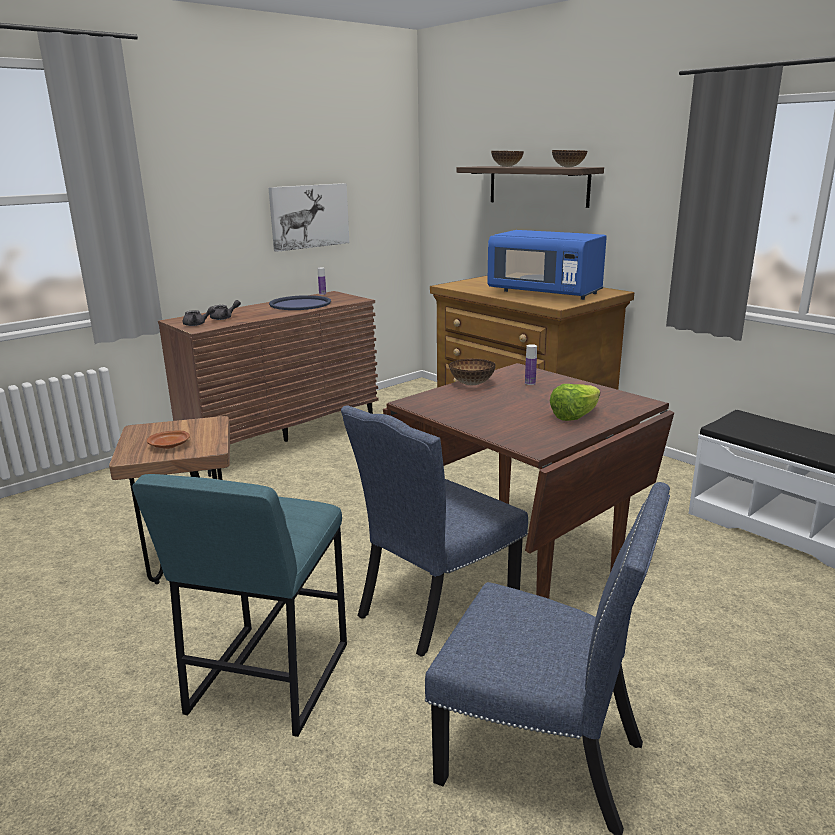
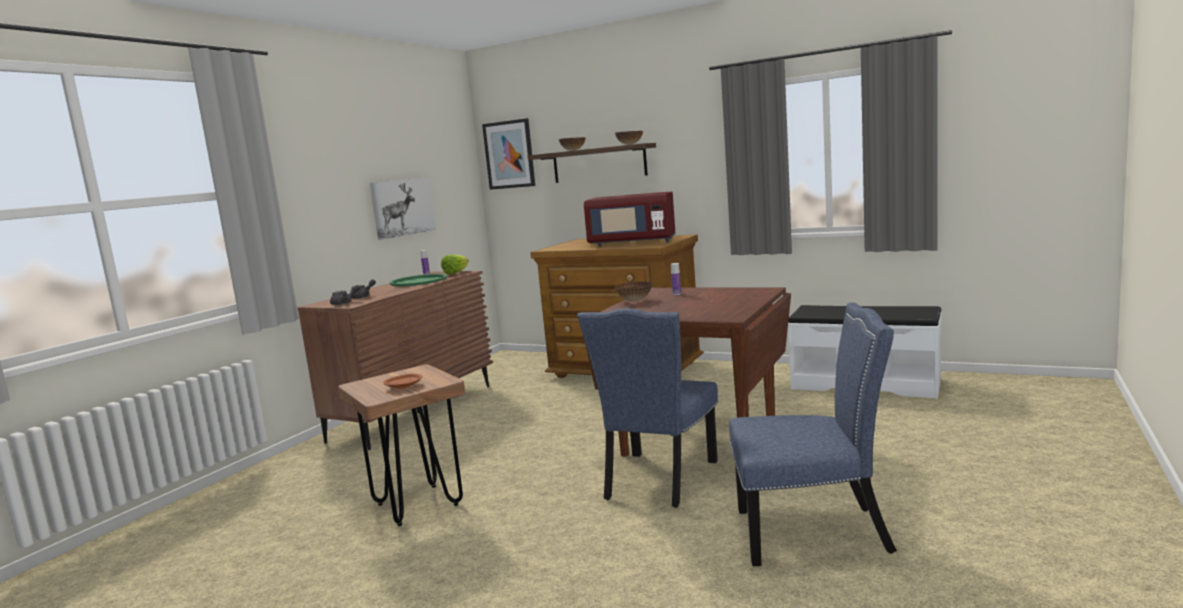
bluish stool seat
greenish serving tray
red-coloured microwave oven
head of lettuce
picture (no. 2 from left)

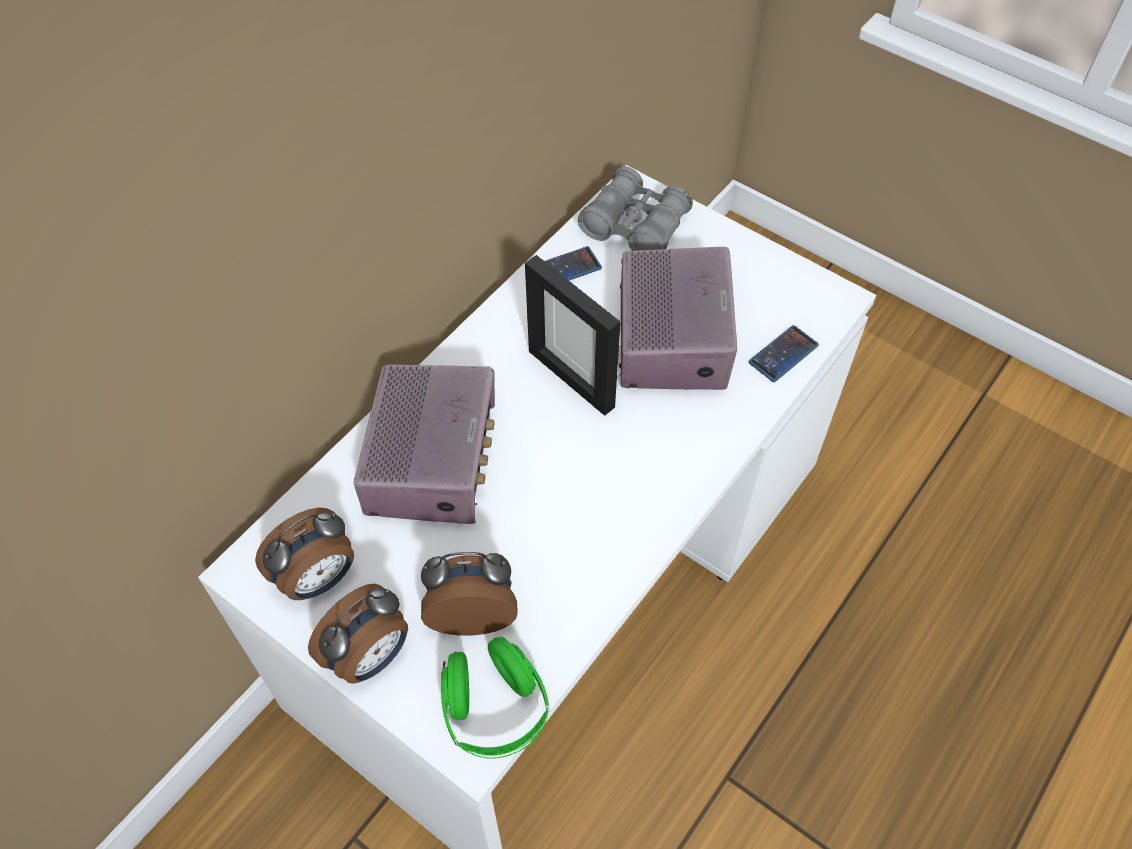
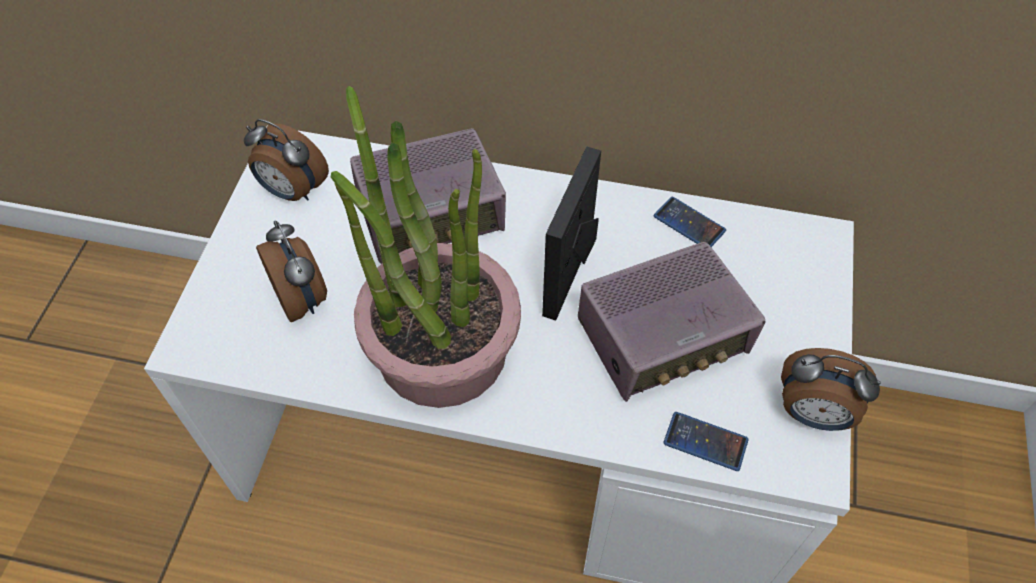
bedside clock (no. 3 from left)
greenish headphones
greyish field glasses
plant in a pot

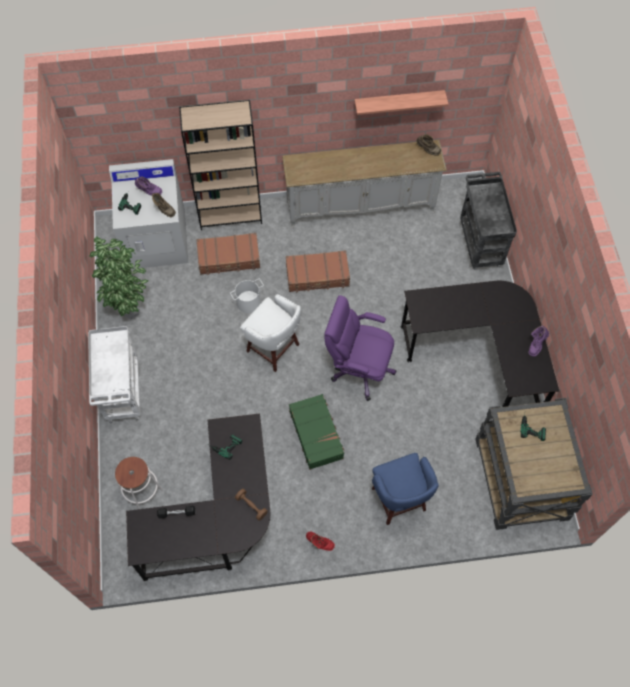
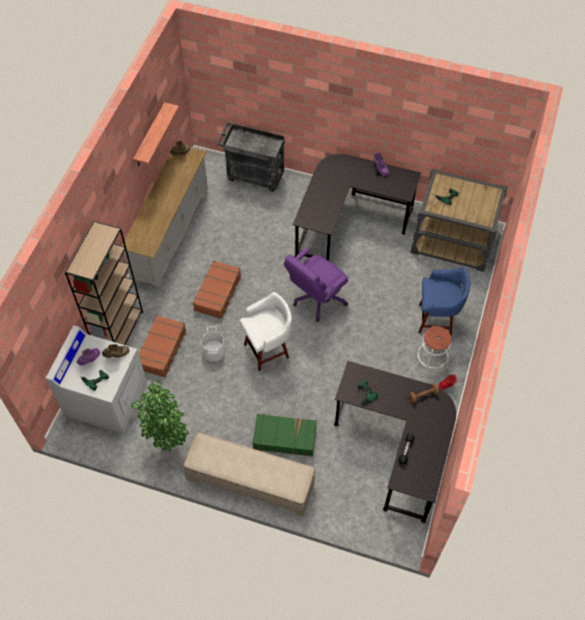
beige long seat
whitish stool seat (no. 2 from left)
greenish travel case

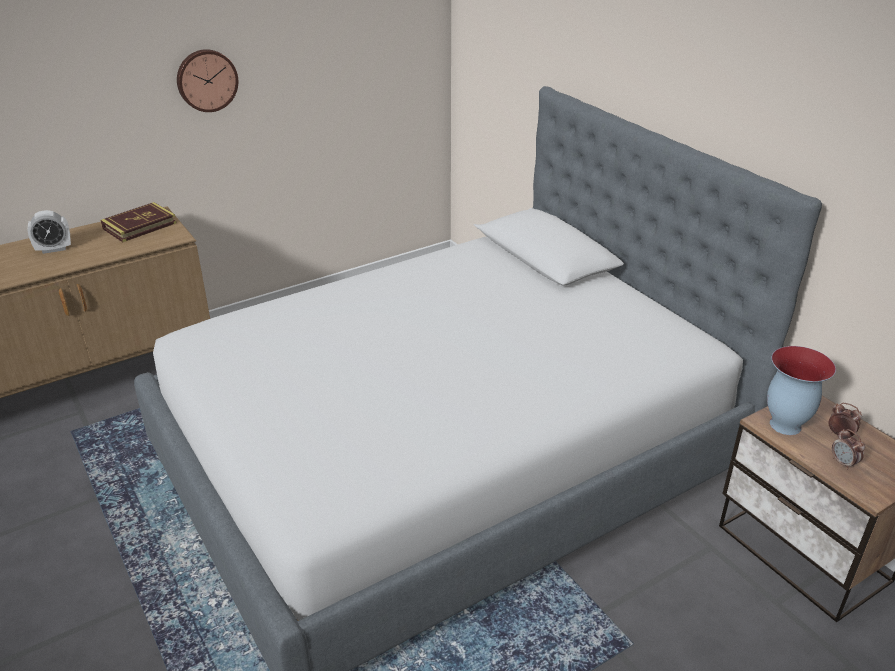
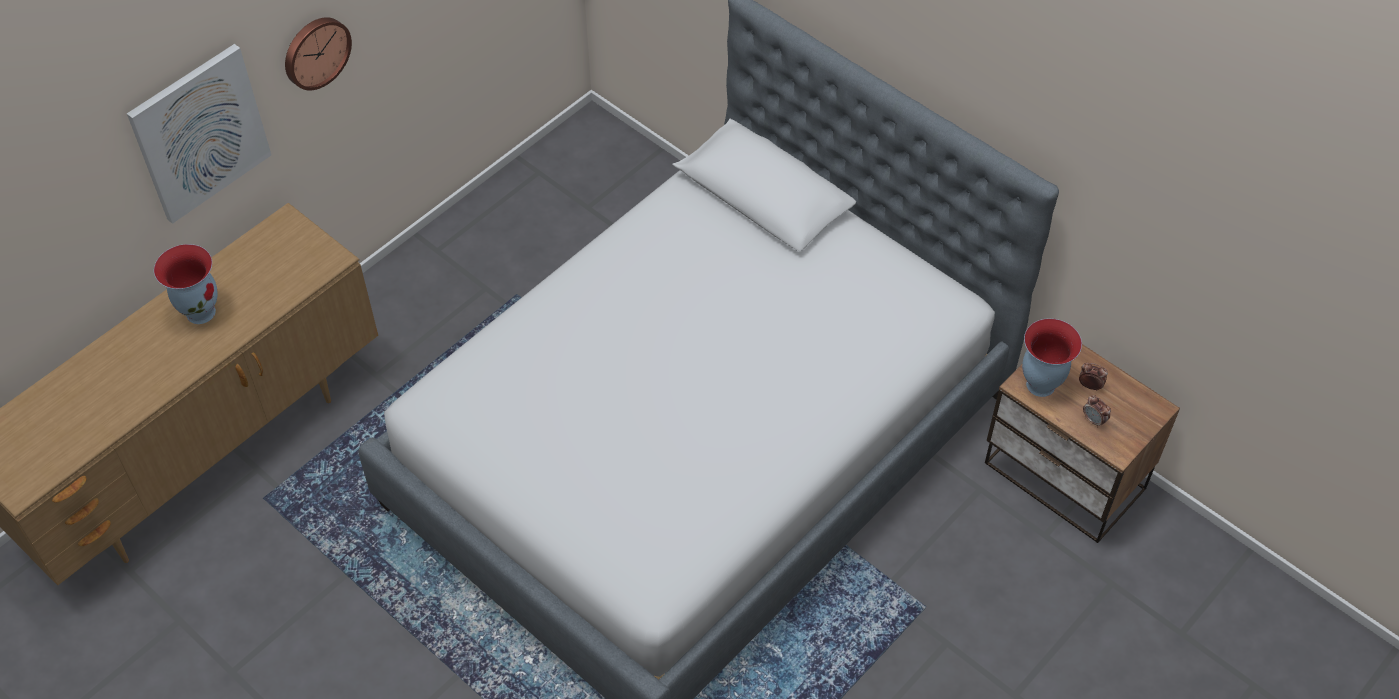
flower vase (no. 1 from left)
book
picture

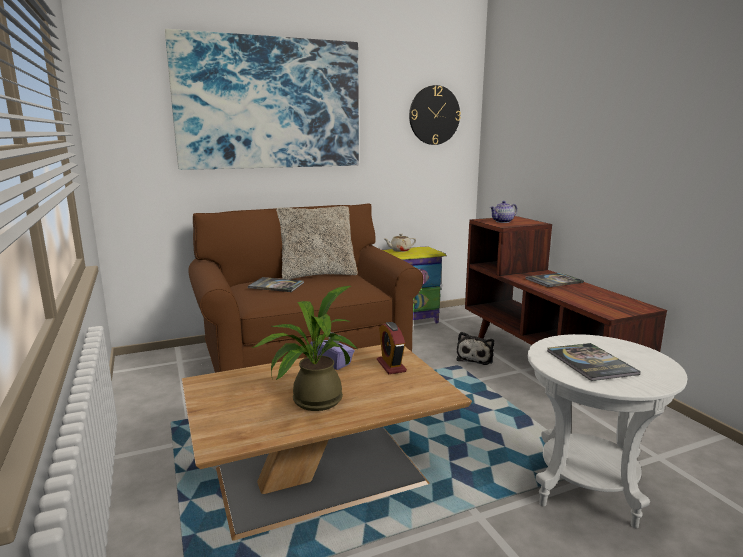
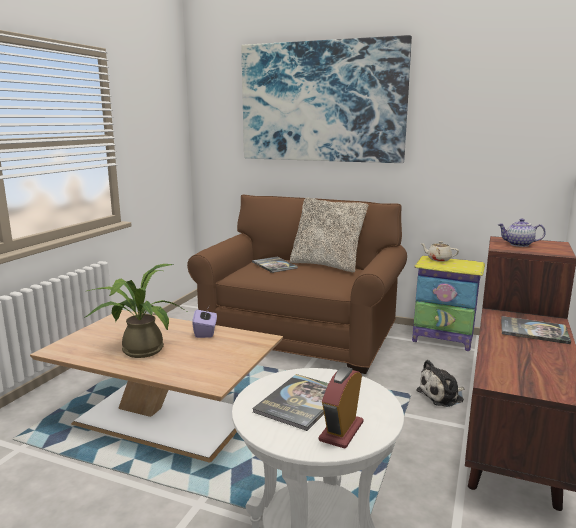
bedside clock
wall clock

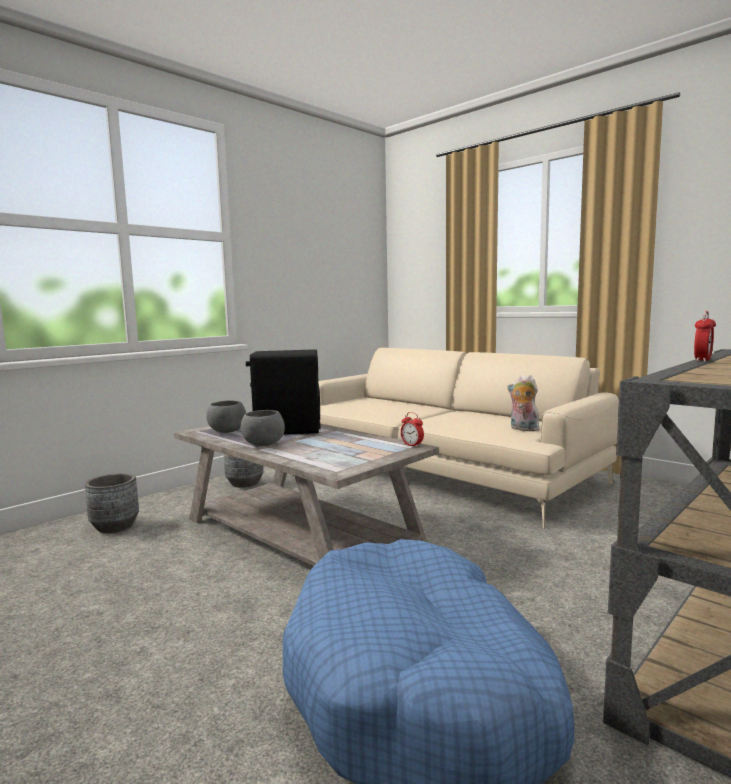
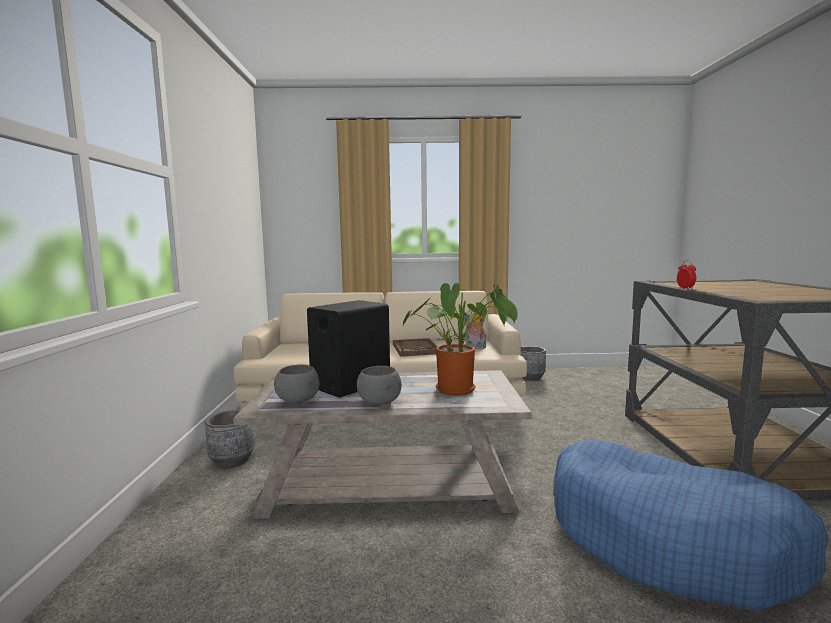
greyish plant pot (no. 2 from left)
bedside clock (no. 1 from left in the first image)
brownish serving tray
plant in a pot

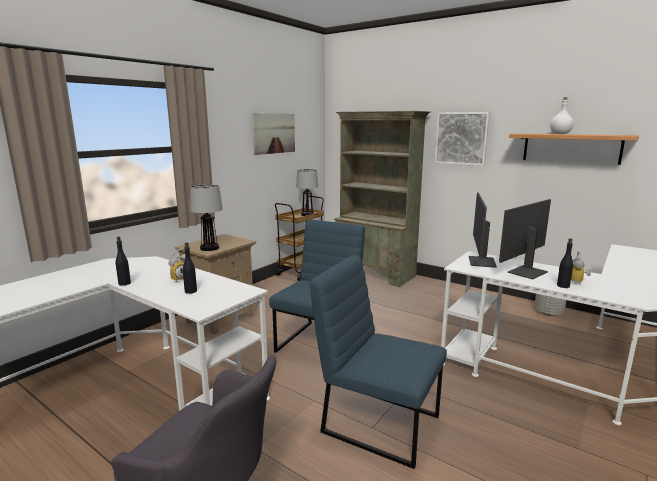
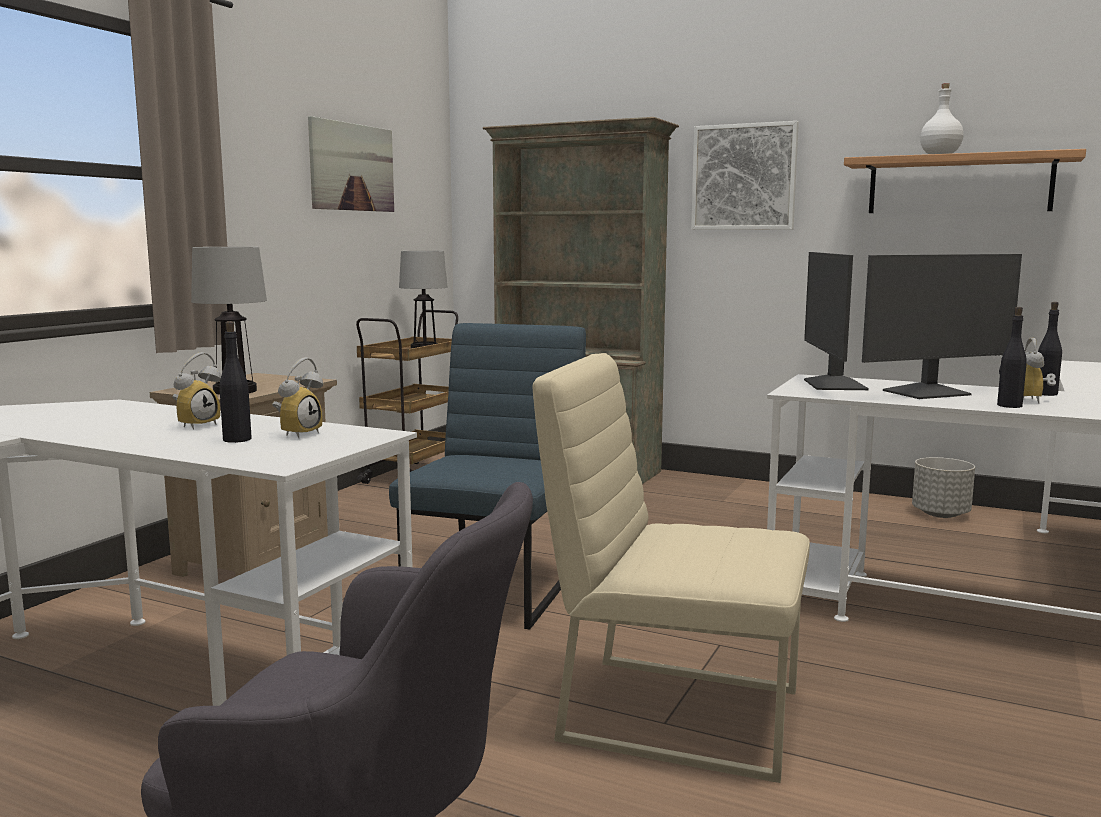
blackish bottle (no. 3 from left)
beige upright chair
monitor (no. 2 from left)
bedside clock (no. 2 from left)

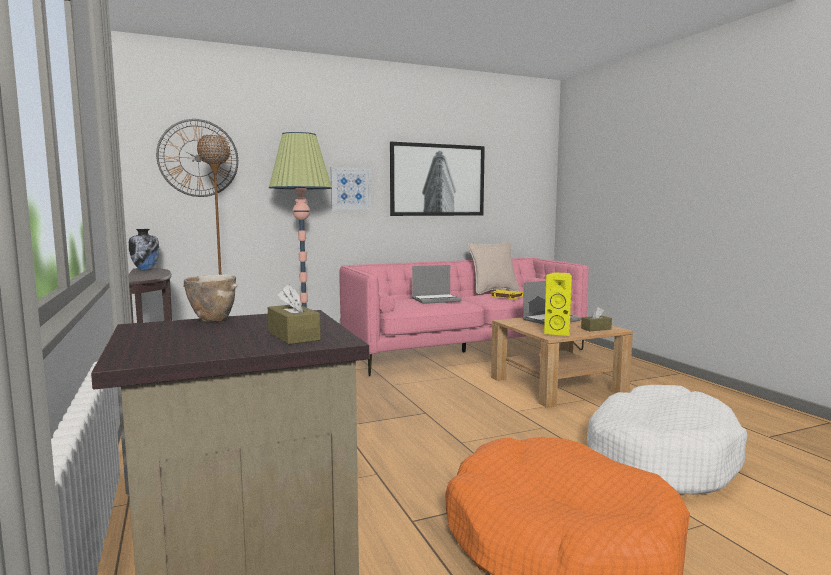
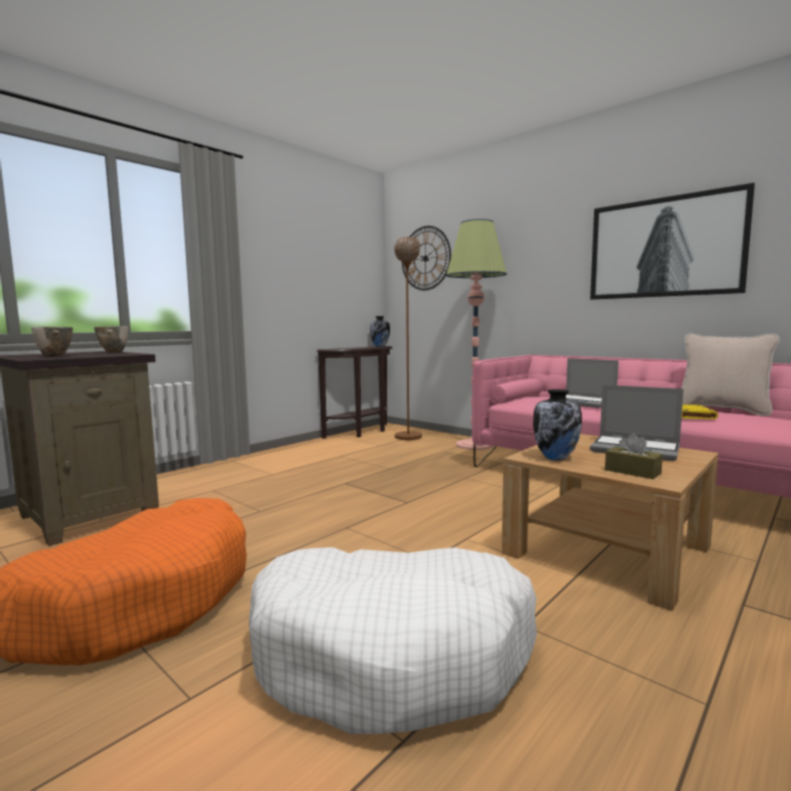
bowl (no. 1 from left)
picture (no. 1 from left in the first image)
flower vase (no. 2 from left)

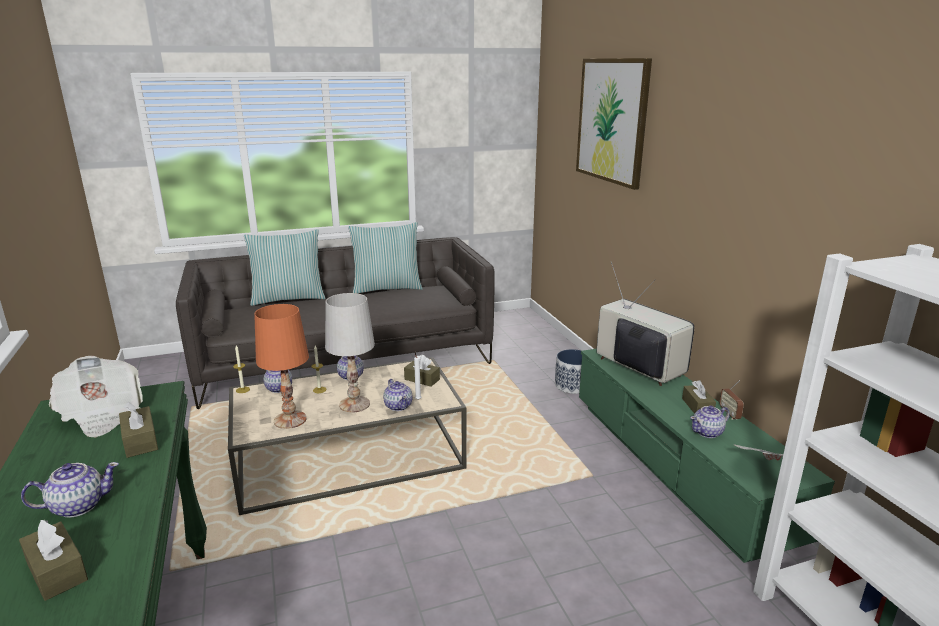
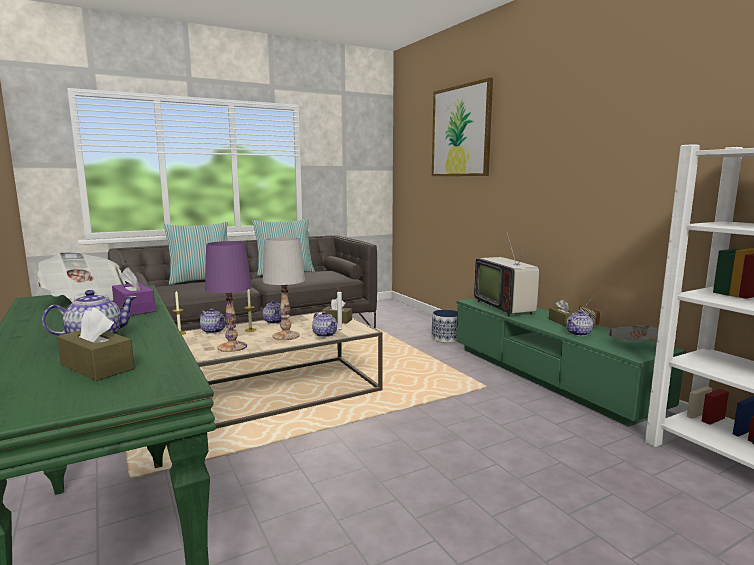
purple box of tissues
purple table lamp
television

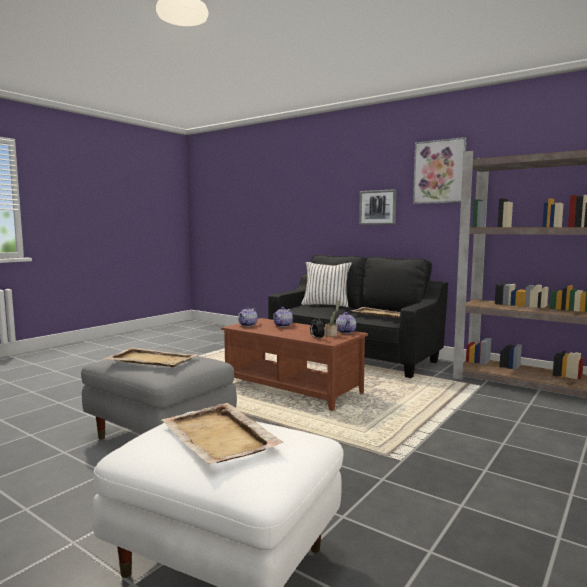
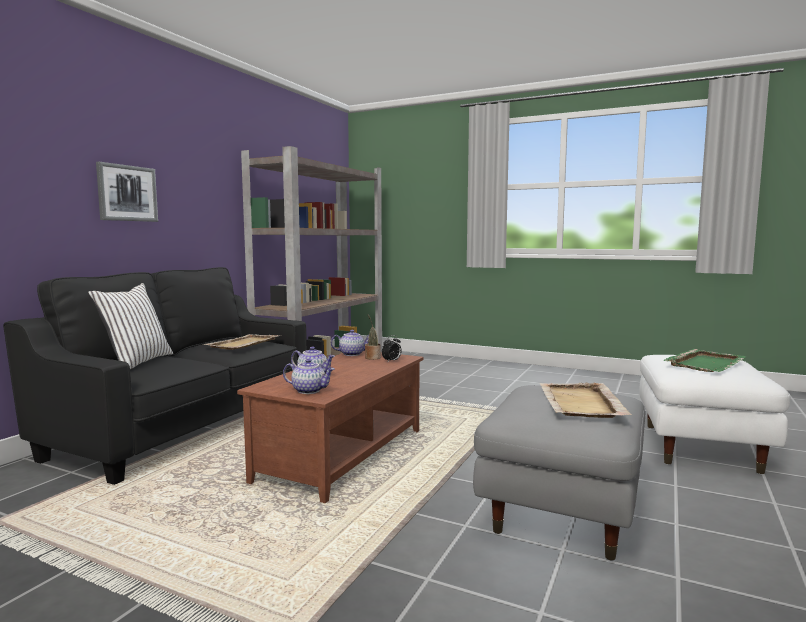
greenish serving tray
picture (no. 2 from left in the first image)

